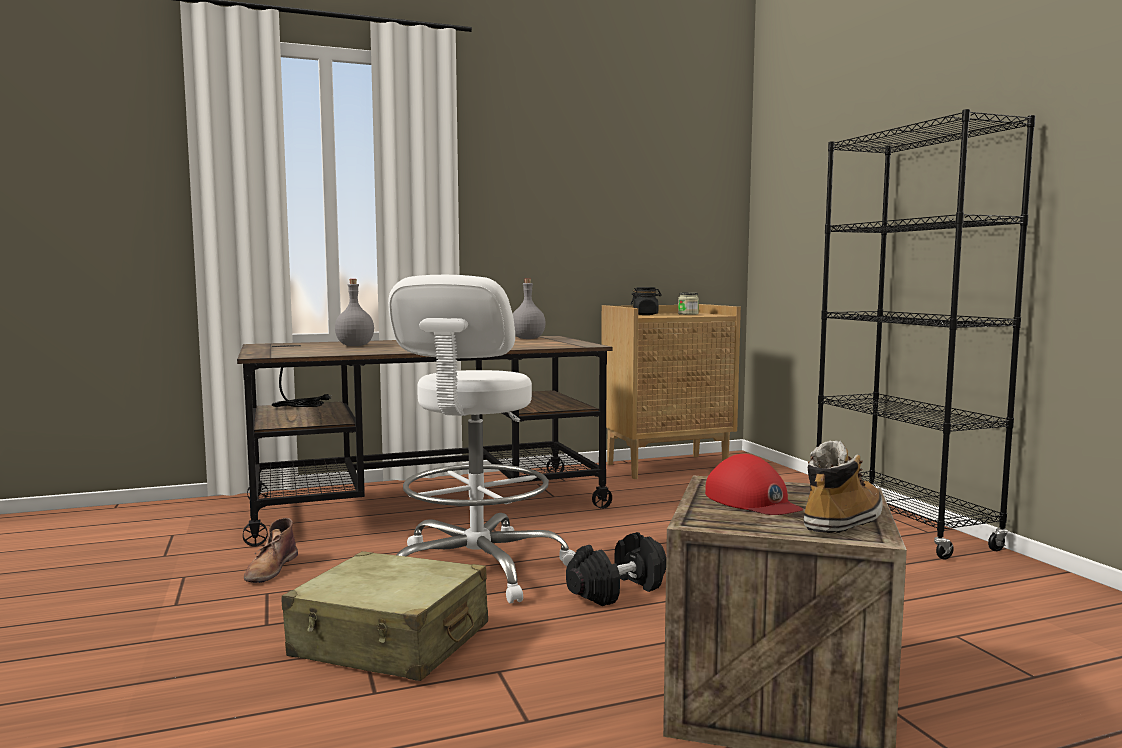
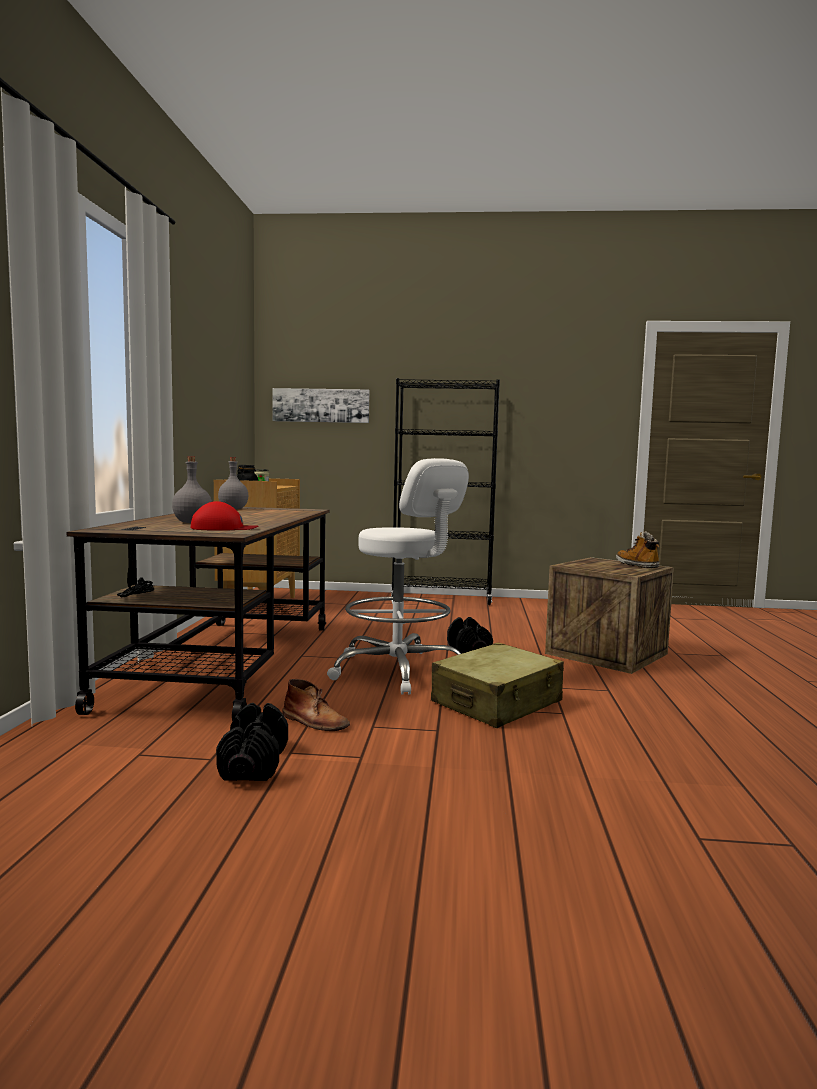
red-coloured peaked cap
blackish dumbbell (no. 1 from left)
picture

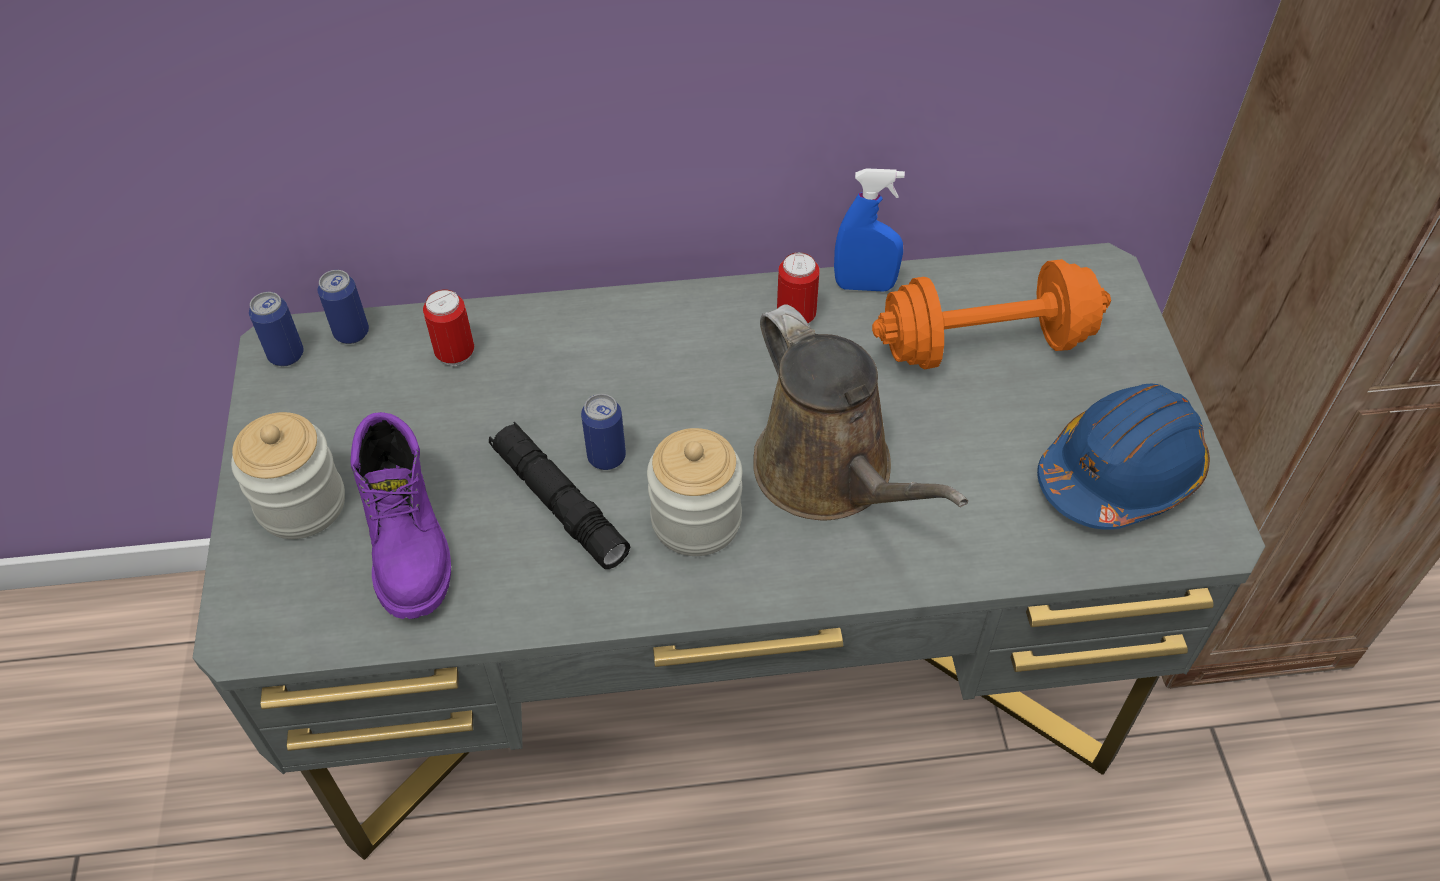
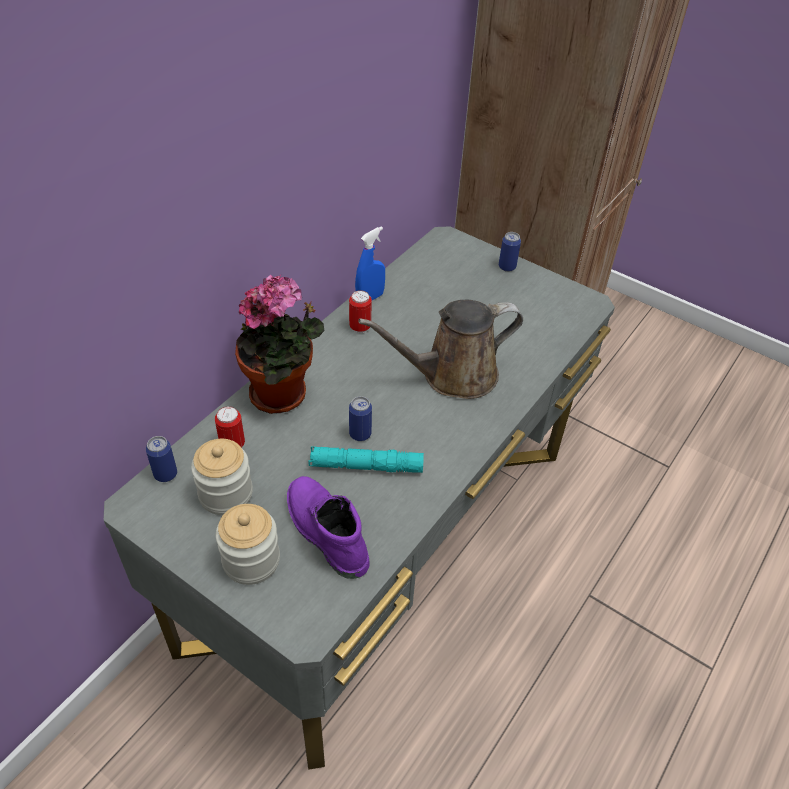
metal can (no. 5 from left)
purple tall boot
turquoise hand torch
jar (no. 1 from left)
brownish watering can
orangey dumbbell
bluish safety helmet
plant in a pot

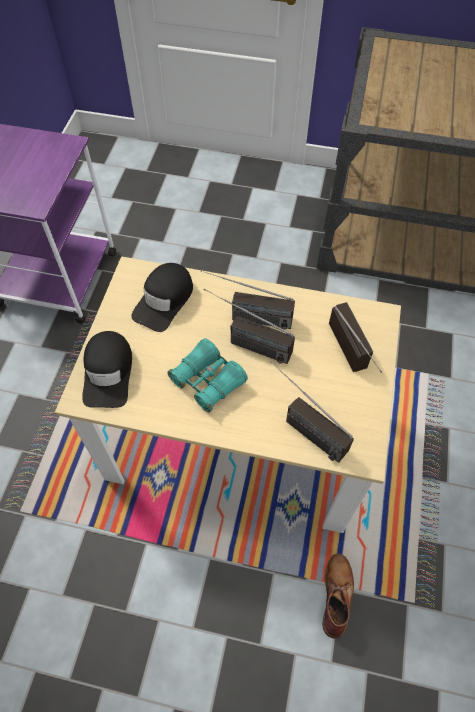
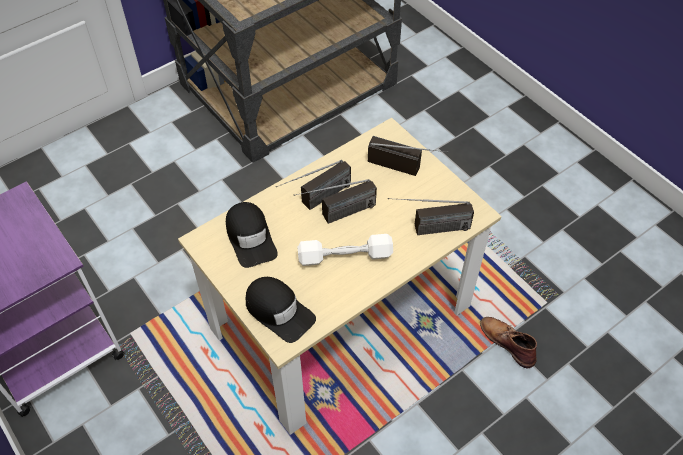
whitish dumbbell

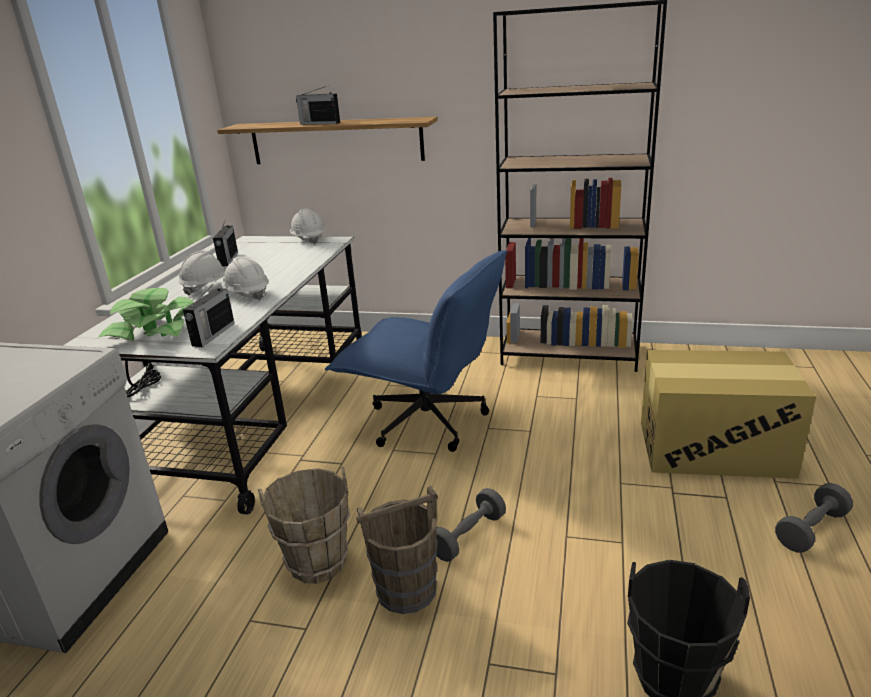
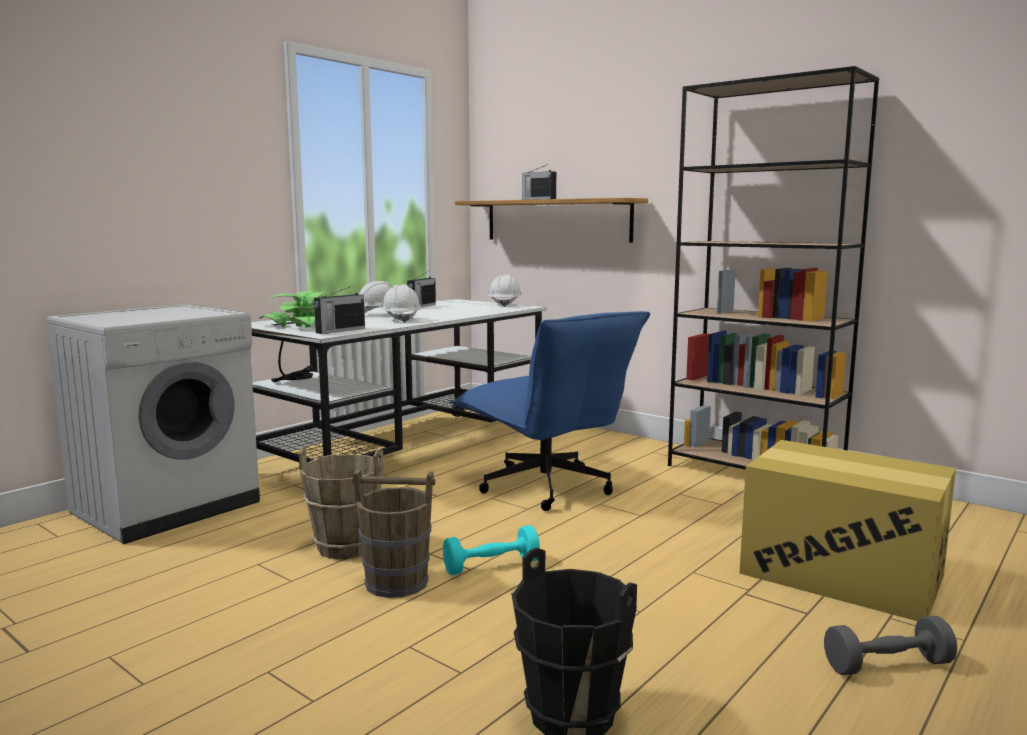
turquoise dumbbell

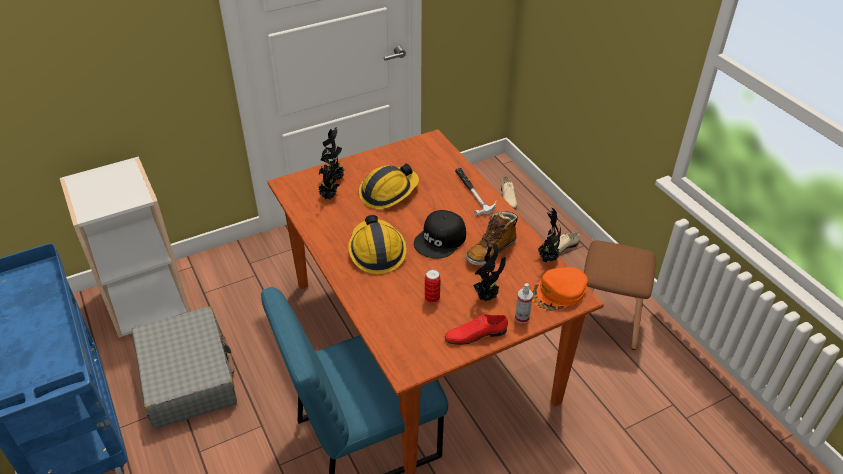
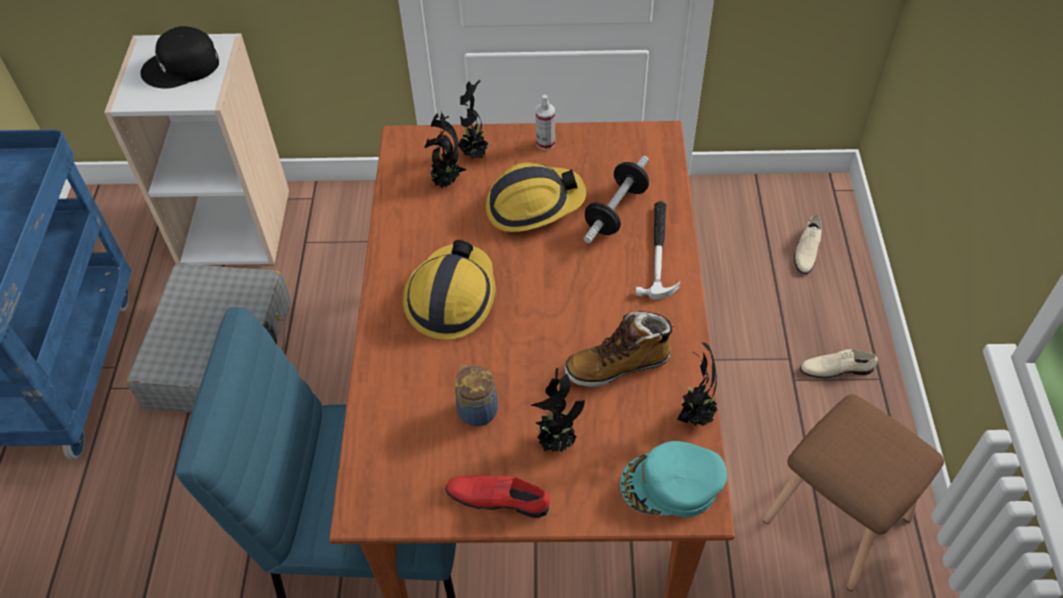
blackish peaked cap
jar
sprayer
turquoise peaked cap
dumbbell

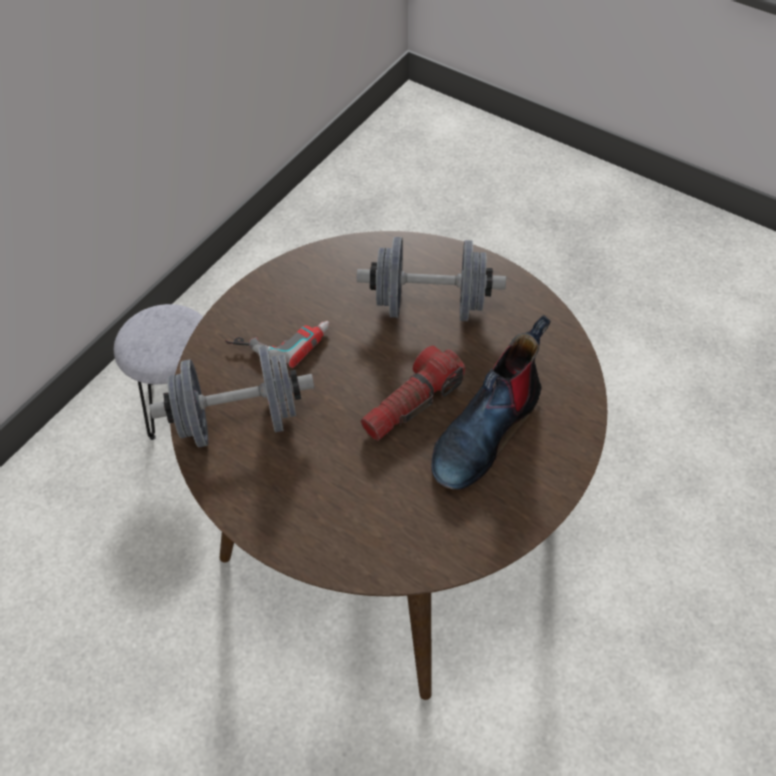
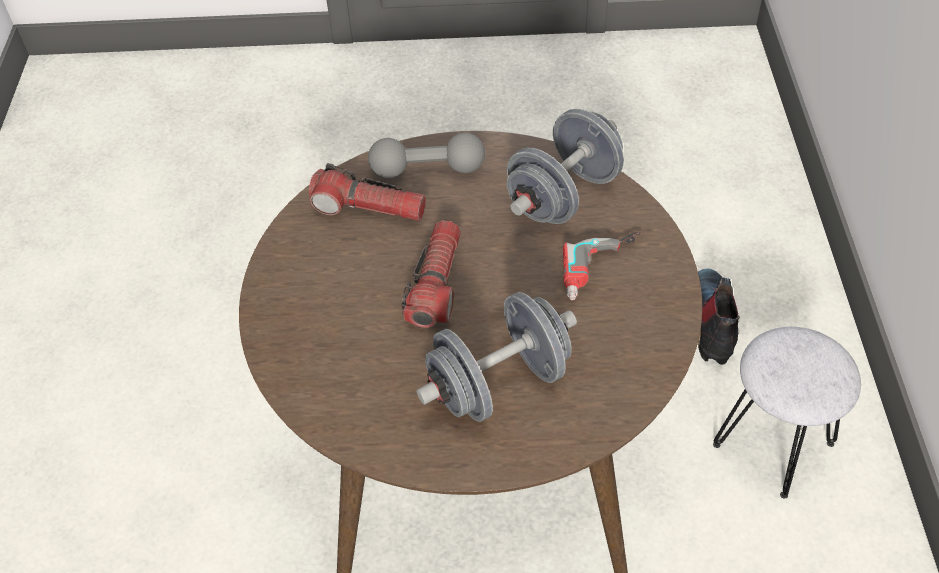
tall boot
hand torch (no. 1 from left)
greyish dumbbell (no. 1 from left)

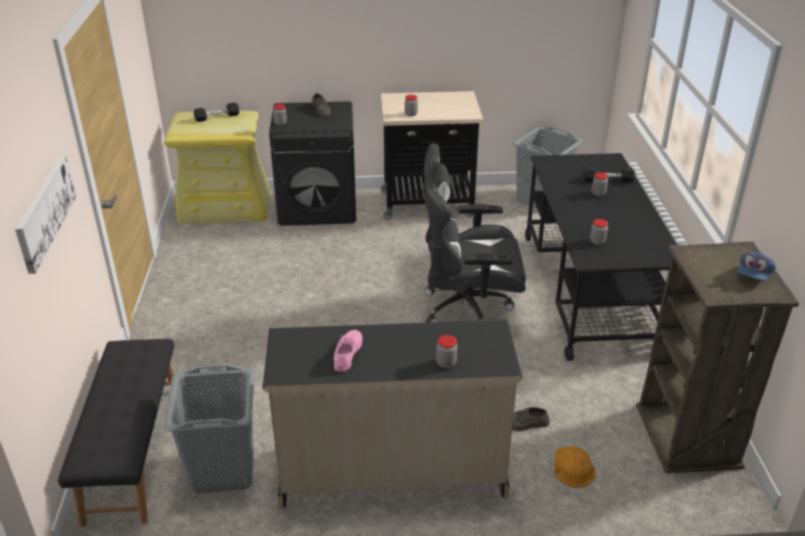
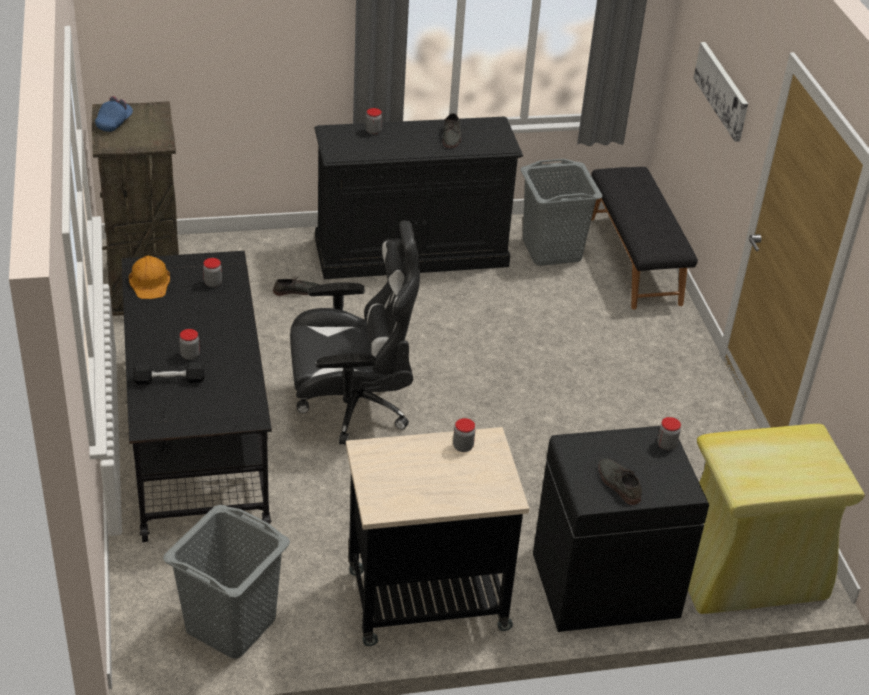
blackish dumbbell (no. 1 from left in the first image)
greyish low shoe (no. 2 from left)
orangey safety helmet

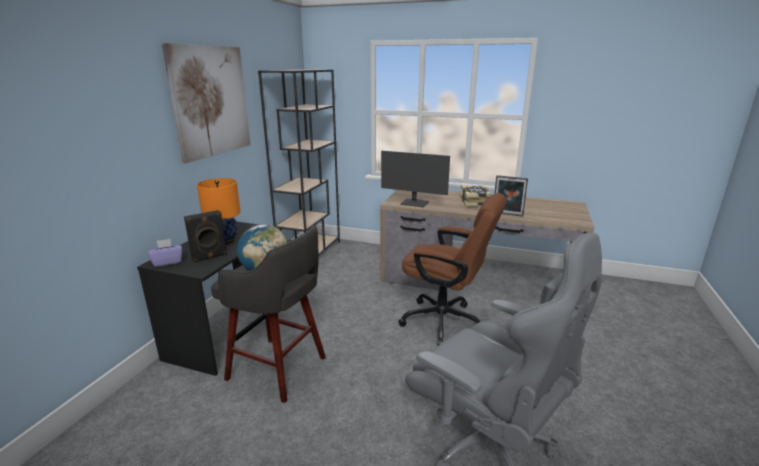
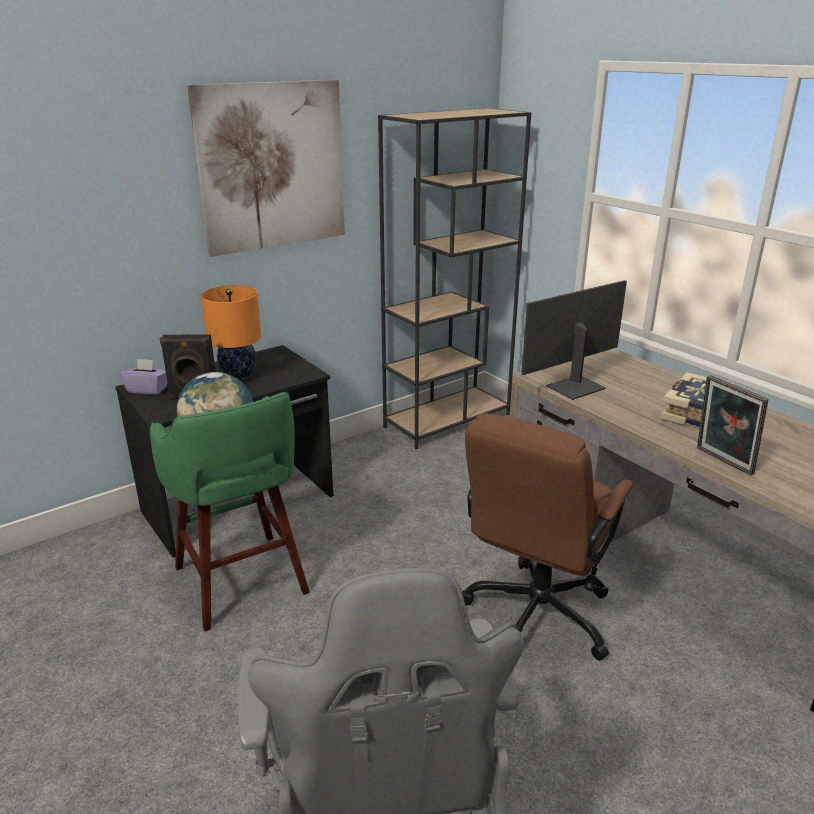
greenish stool seat
monitor
brownish computer chair

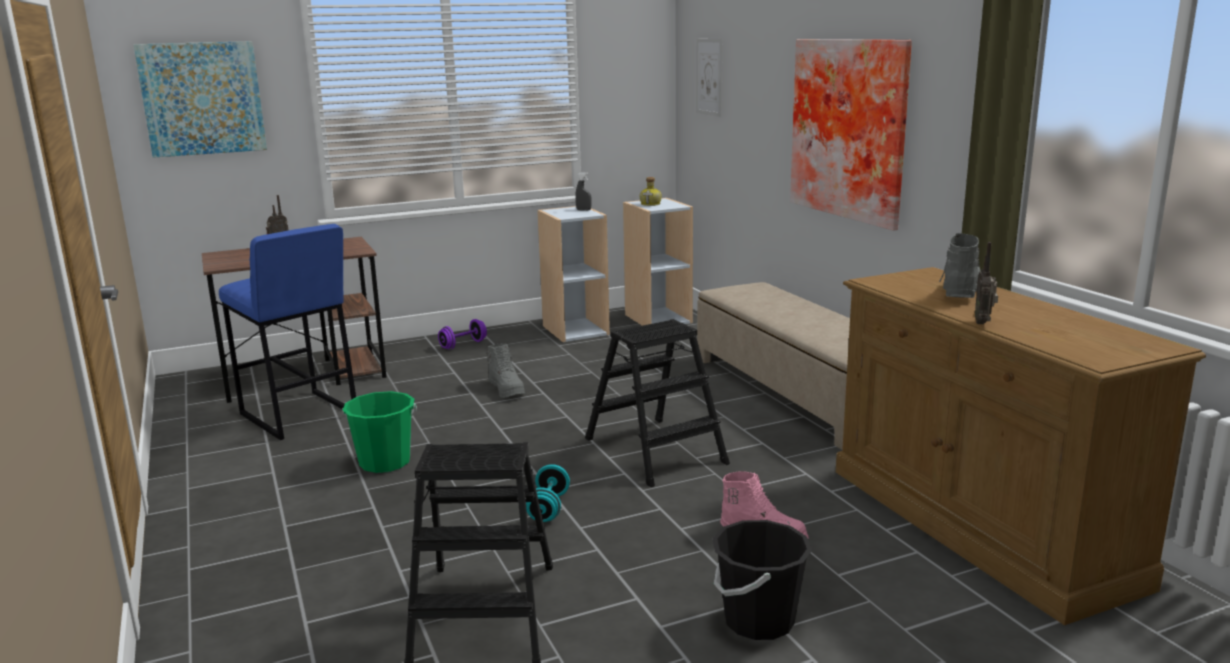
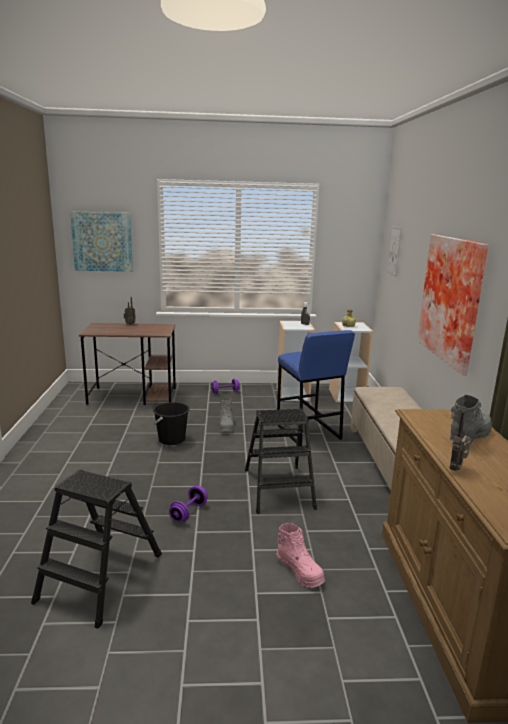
bluish stool seat
greenish water bucket
purple dumbbell (no. 1 from left)
blackish water bucket

